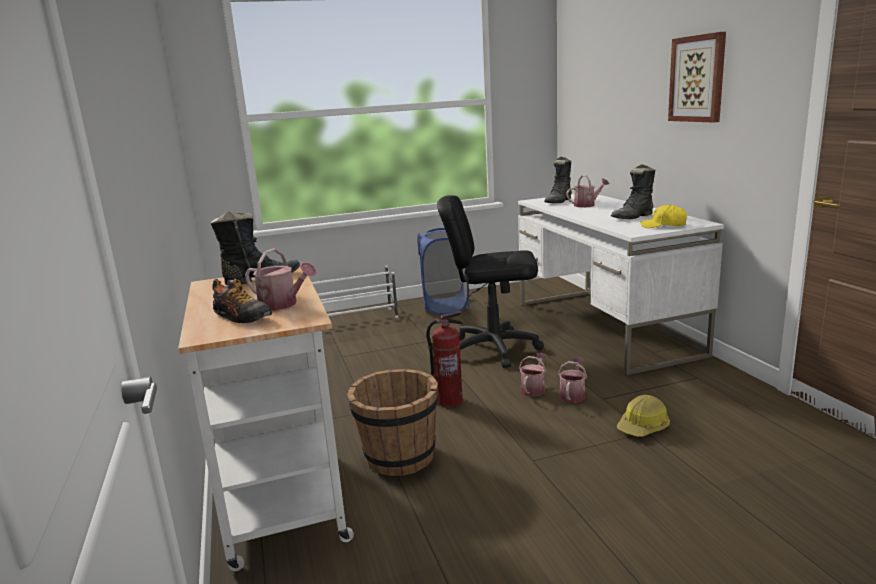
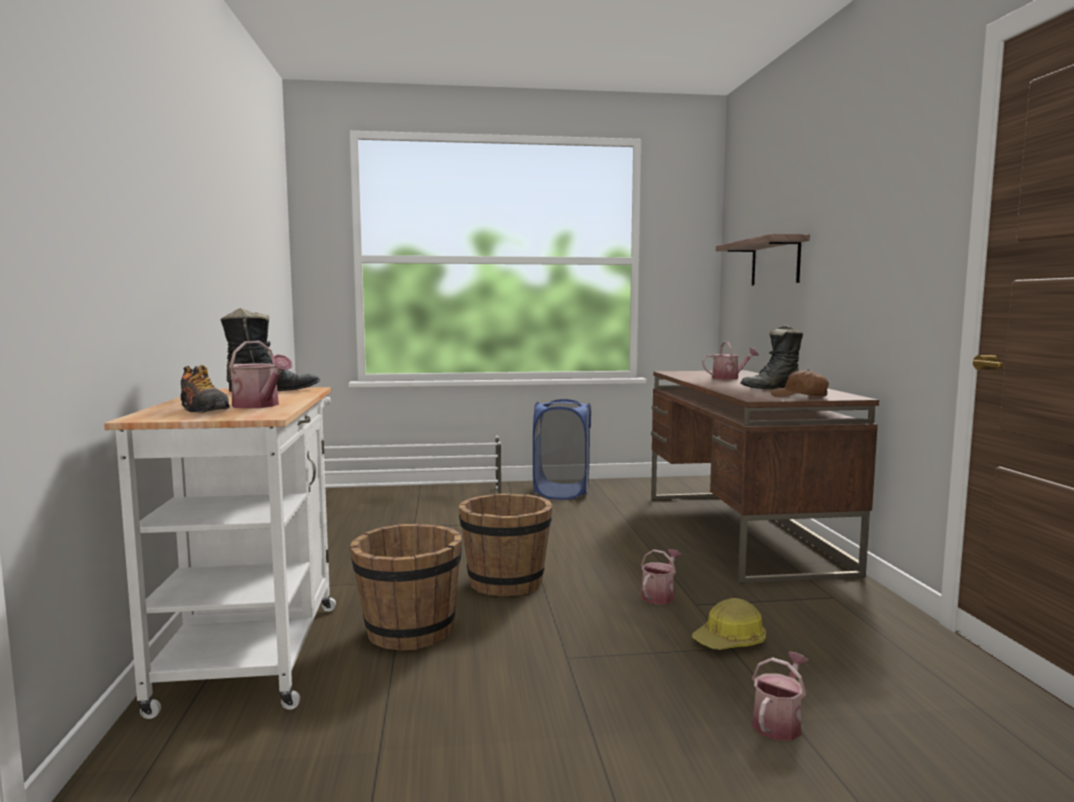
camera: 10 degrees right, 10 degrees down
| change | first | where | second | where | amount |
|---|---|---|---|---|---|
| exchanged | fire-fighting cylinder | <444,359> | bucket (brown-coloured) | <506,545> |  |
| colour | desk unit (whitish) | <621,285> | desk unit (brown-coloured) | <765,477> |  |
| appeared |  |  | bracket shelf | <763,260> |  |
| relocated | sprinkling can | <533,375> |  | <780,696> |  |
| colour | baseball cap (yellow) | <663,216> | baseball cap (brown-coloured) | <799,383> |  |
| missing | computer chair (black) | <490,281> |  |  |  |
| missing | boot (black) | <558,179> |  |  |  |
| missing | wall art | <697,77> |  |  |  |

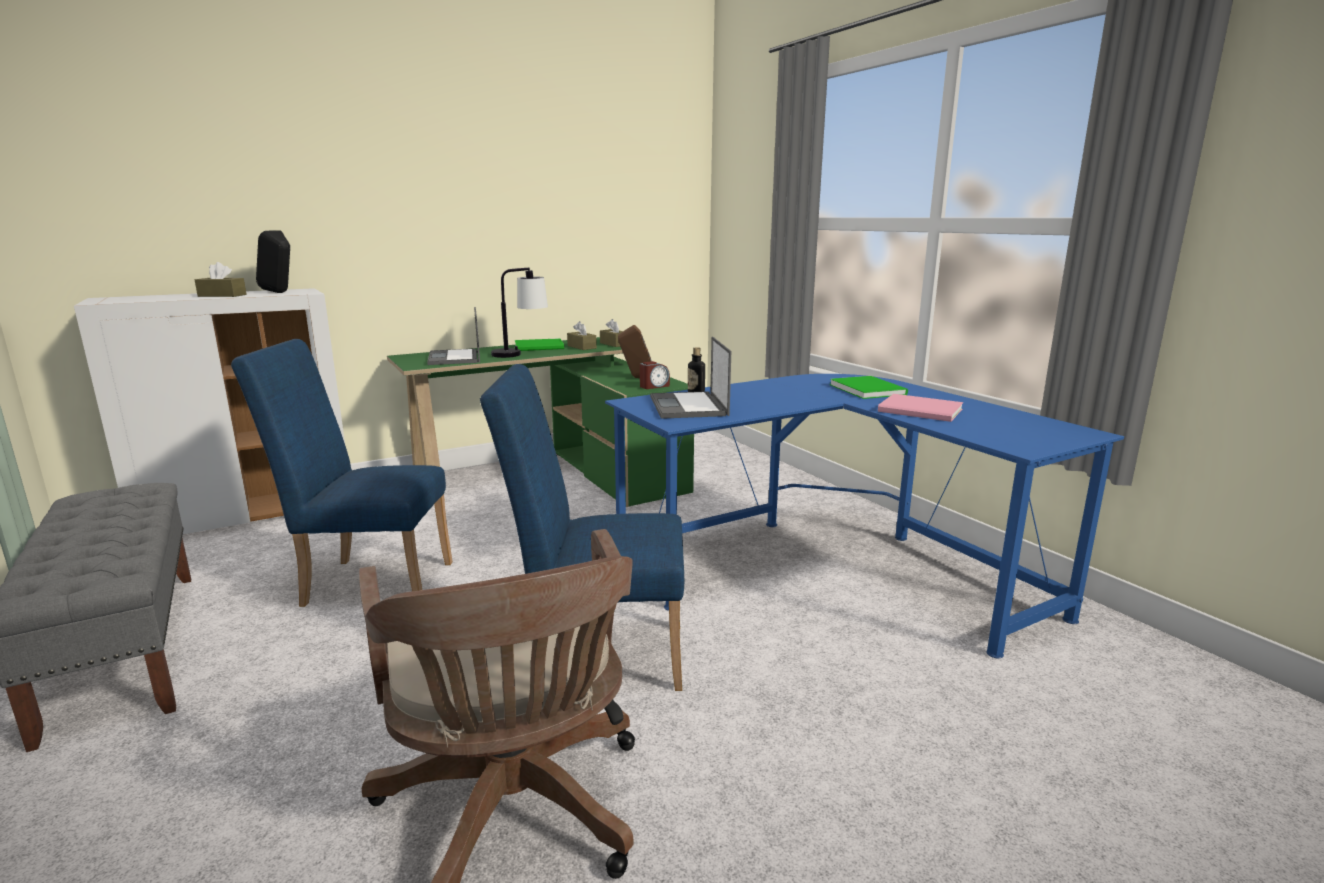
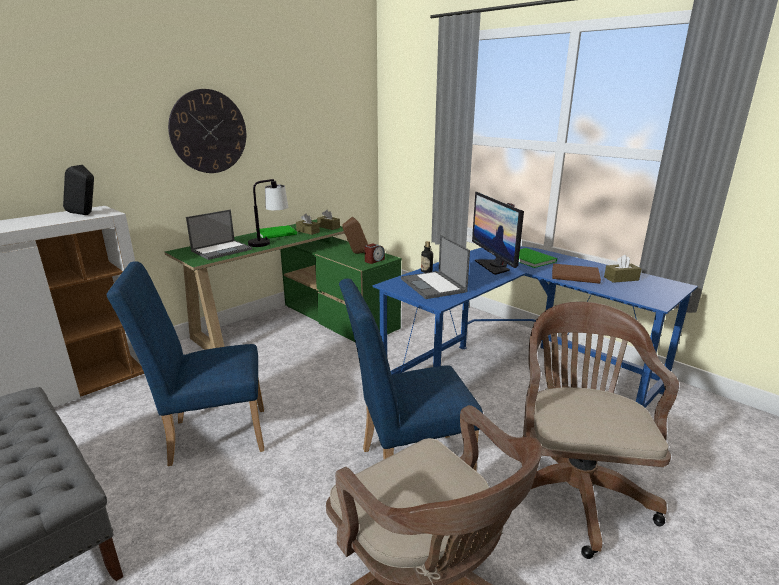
camera: 15 degrees left, 5 degrees up
| change | first | where | second | where | amount |
|---|---|---|---|---|---|
| appeared |  |  | clock on the wall | <207,131> |  |
| spun | portable computer | <453,336> |  | <219,235> | 105 degrees counterclockwise |
| appeared |  |  | computer display | <498,233> |  |
| appeared |  |  | computer chair (brown-coloured) | <601,430> |  |
| colour | volume (pinkish) | <920,408> | volume (brown-coloured) | <576,274> |  |
| relocated | box of tissues (brown-coloured) | <221,279> |  | <622,269> |  |

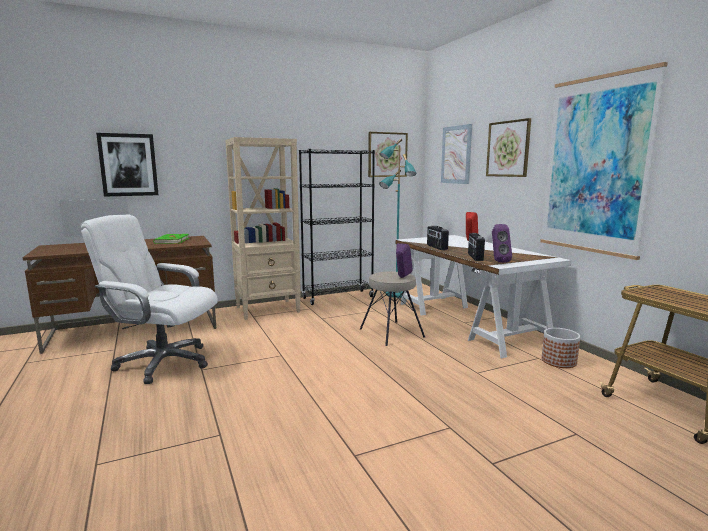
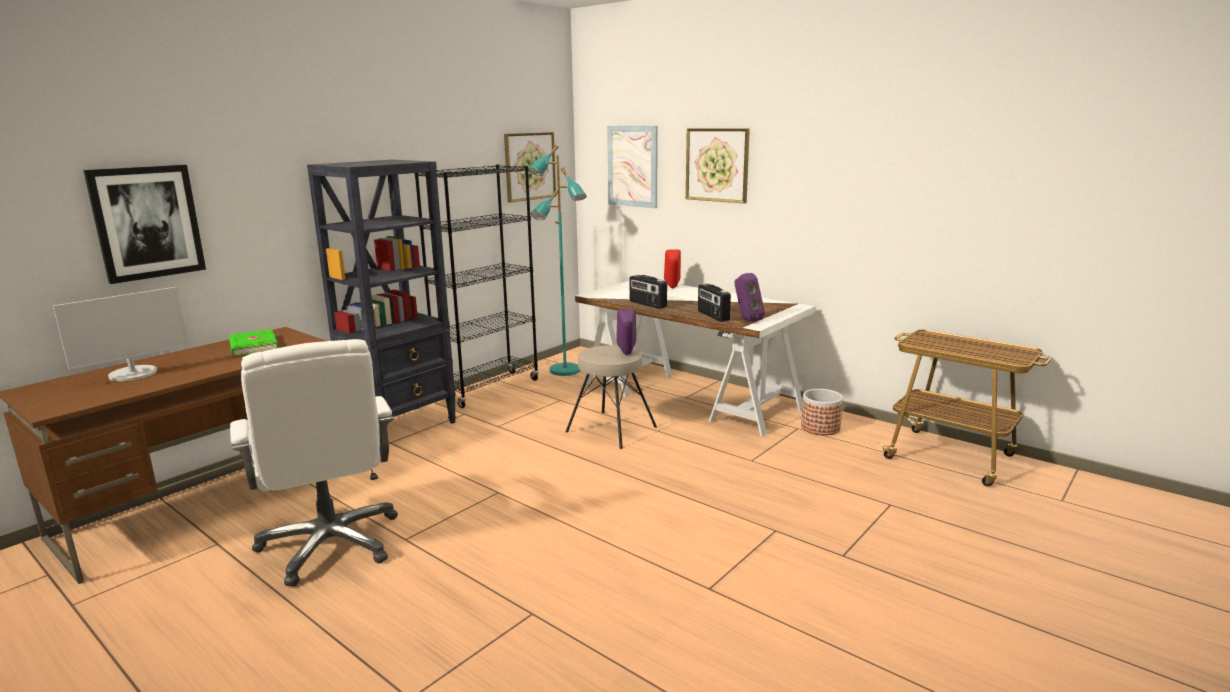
camera: 25 degrees left, 5 degrees up
| change | first | where | second | where | amount |
|---|---|---|---|---|---|
| spun | computer chair (whitish) | <149,299> |  | <314,462> | 105 degrees counterclockwise |
| colour | shelving unit (sand-coloured) | <263,228> | shelving unit (black) | <381,301> |  |
| missing | wall art | <604,161> |  |  |  |

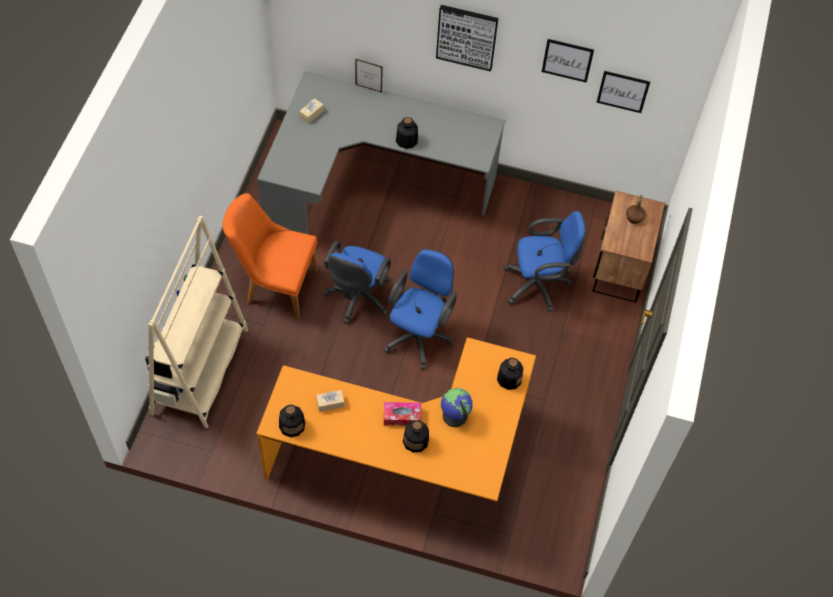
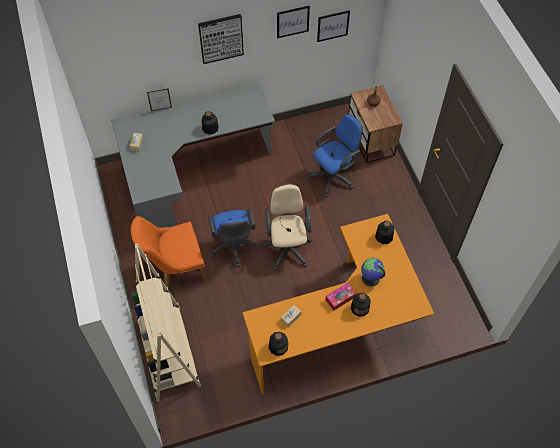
camera: 30 degrees left, 0 degrees up
| change | first | where | second | where | amount |
|---|---|---|---|---|---|
| colour | computer chair (blue) | <420,309> | computer chair (sand-coloured) | <287,227> |  |

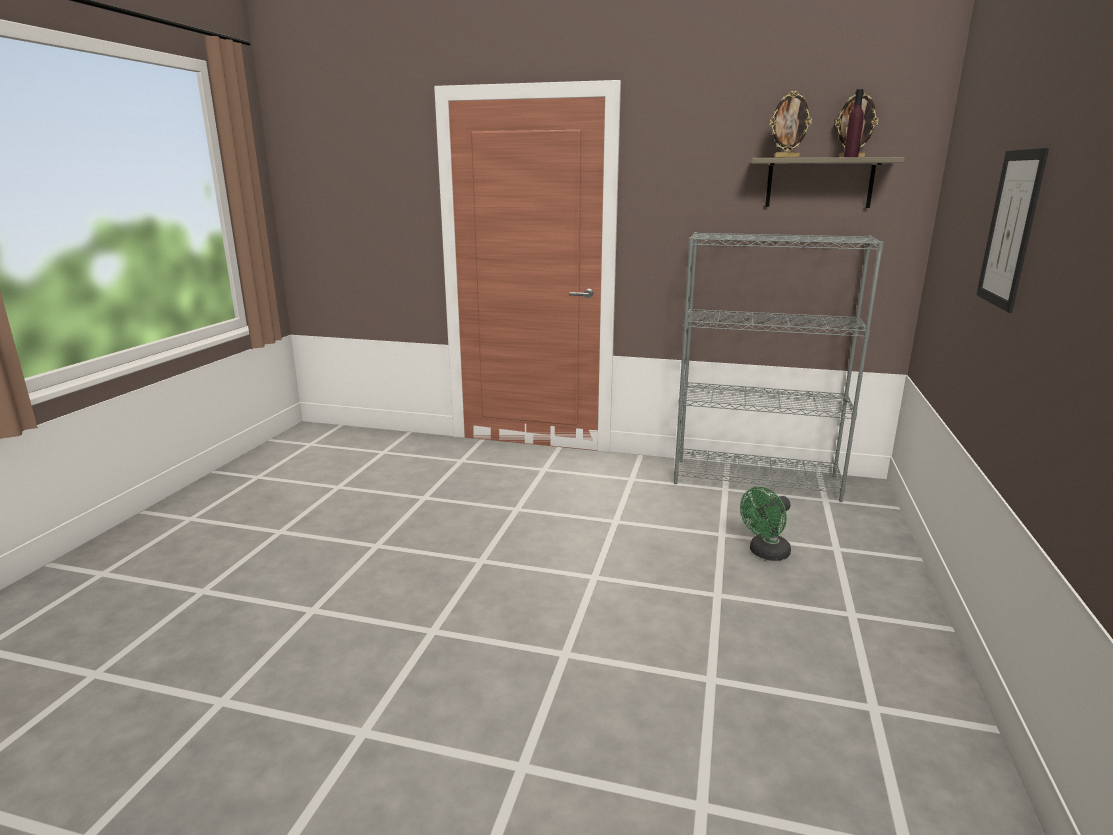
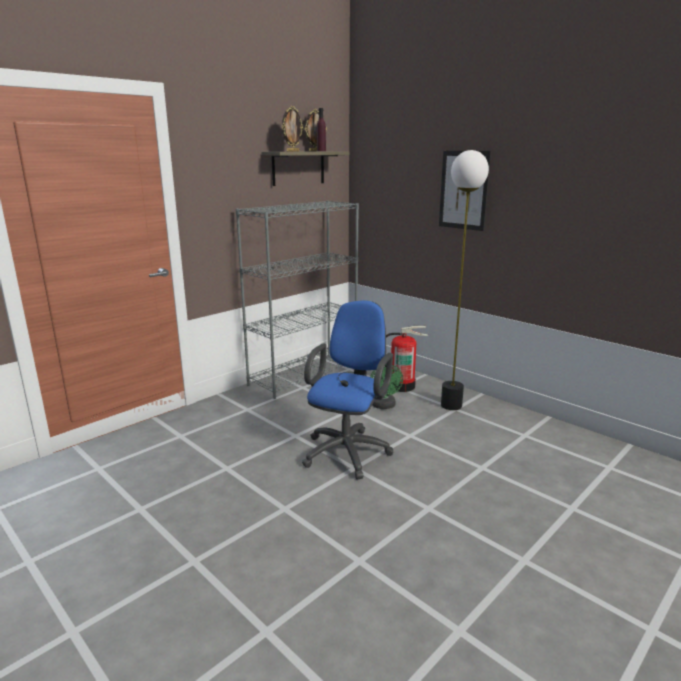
camera: 60 degrees left, 0 degrees up
| change | first | where | second | where | amount |
|---|---|---|---|---|---|
| appeared |  |  | computer chair (blue) | <347,389> |  |
| appeared |  |  | fire-fighting cylinder | <407,358> |  |
| appeared |  |  | standing lamp | <465,280> |  |

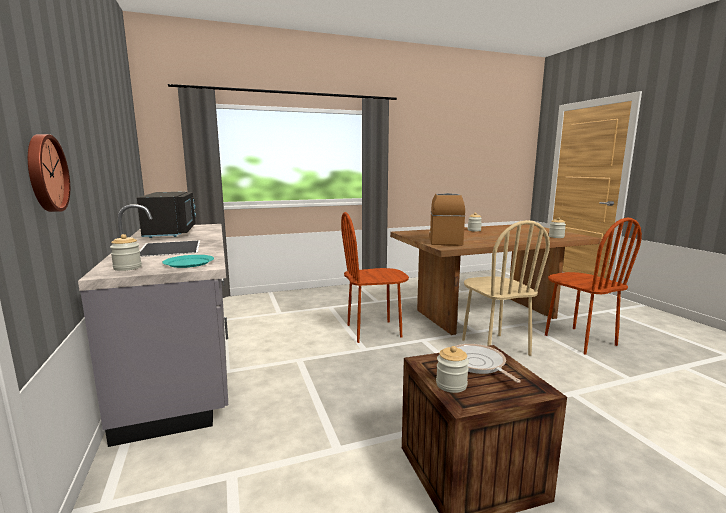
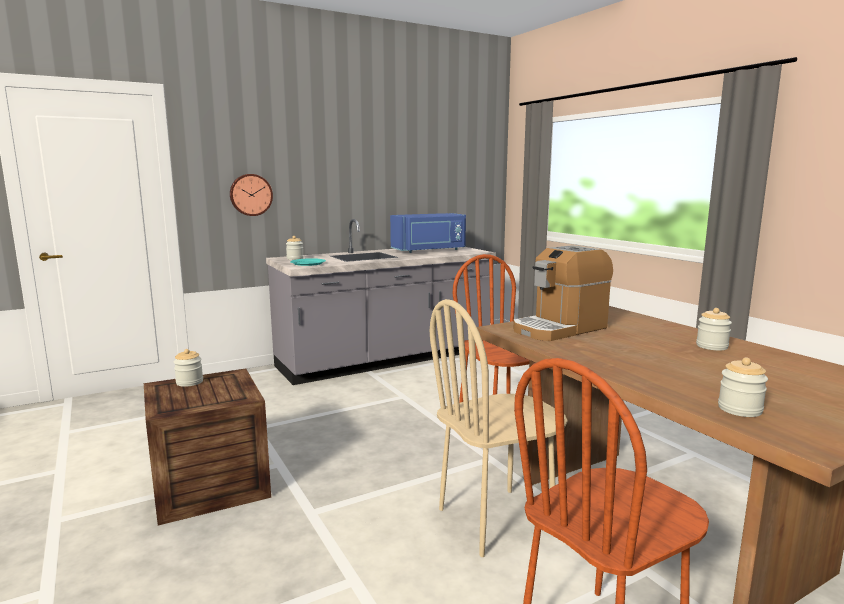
camera: 80 degrees right, 0 degrees up
| change | first | where | second | where | amount |
|---|---|---|---|---|---|
| colour | kitchen microwave (black) | <166,215> | kitchen microwave (blue) | <428,233> |  |
| spun | coffee machine | <447,219> |  | <563,293> | 150 degrees clockwise |
| missing | pan | <488,363> |  |  |  |

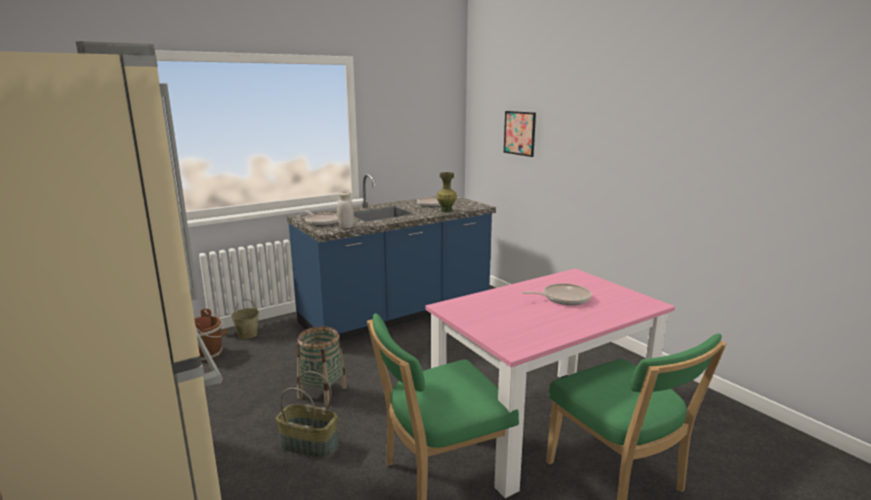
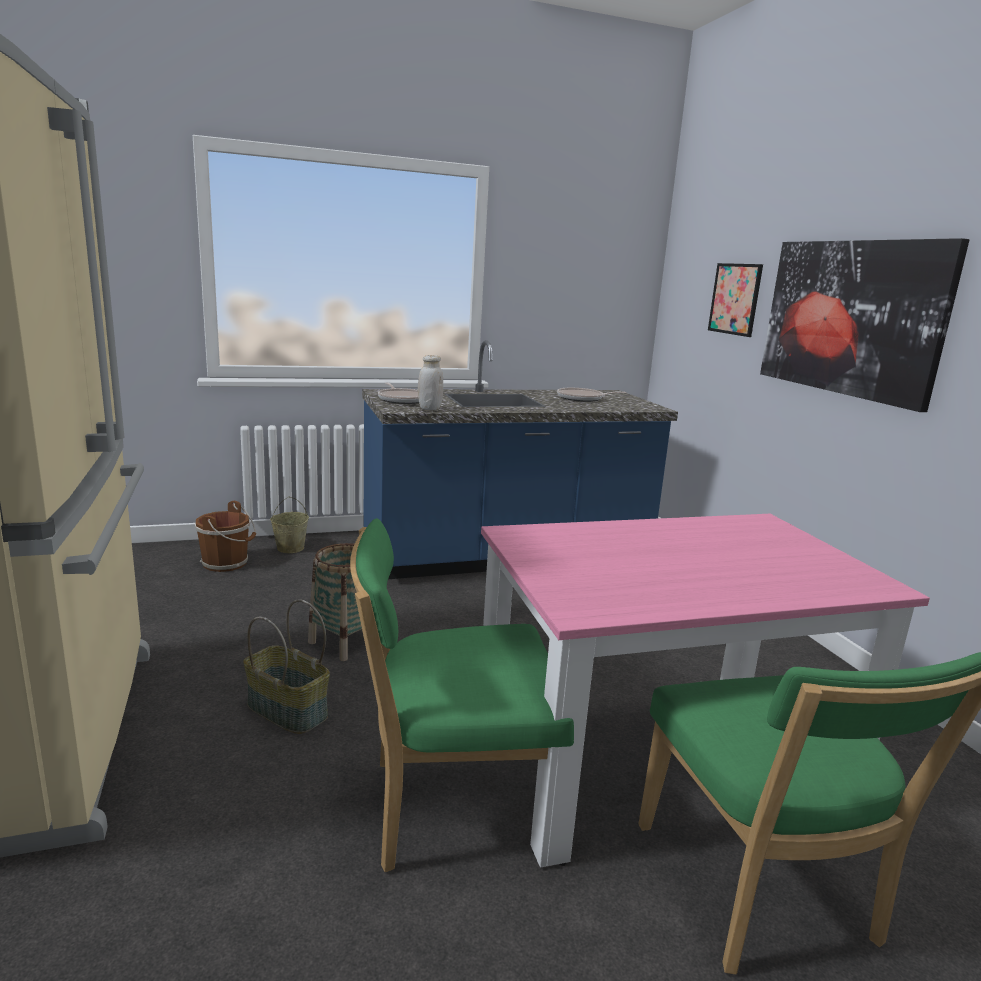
camera: 15 degrees right, 0 degrees up
| change | first | where | second | where | amount |
|---|---|---|---|---|---|
| appeared |  |  | wall art | <865,325> |  |
| missing | vase (greenish) | <447,192> |  |  |  |
| missing | pan | <557,294> |  |  |  |

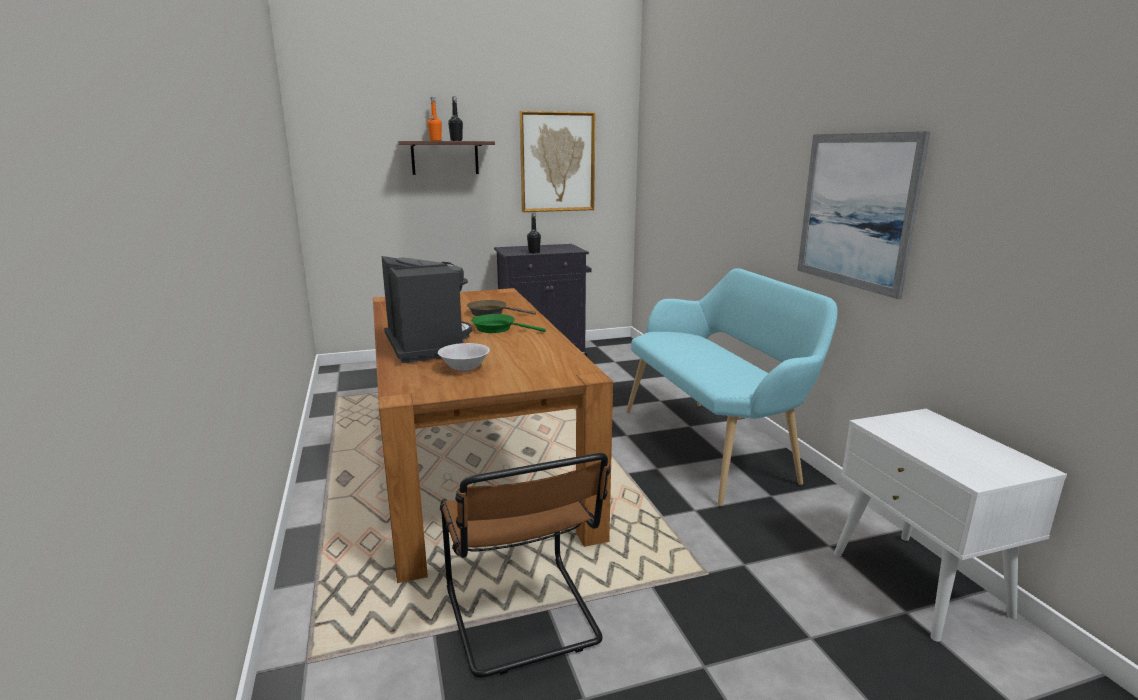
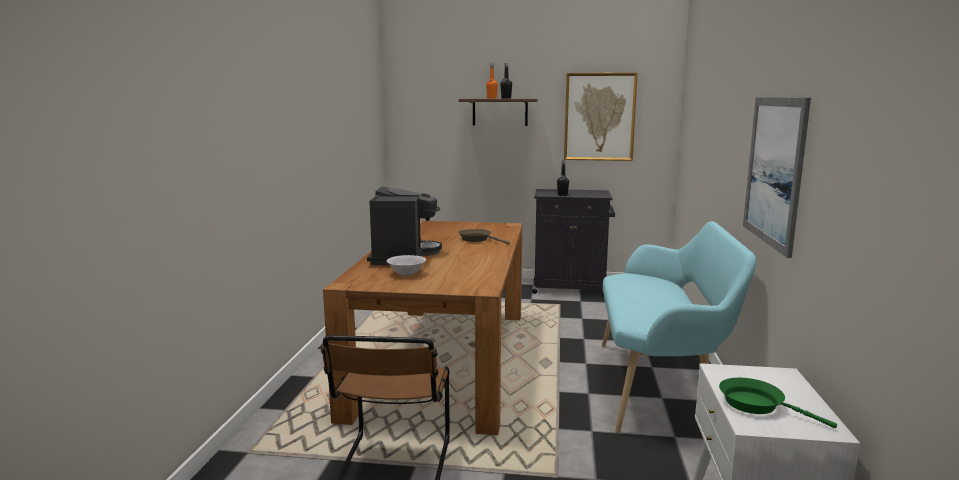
camera: 25 degrees right, 5 degrees down
| change | first | where | second | where | amount |
|---|---|---|---|---|---|
| relocated | pan (greenish) | <508,323> |  | <778,403> |  |

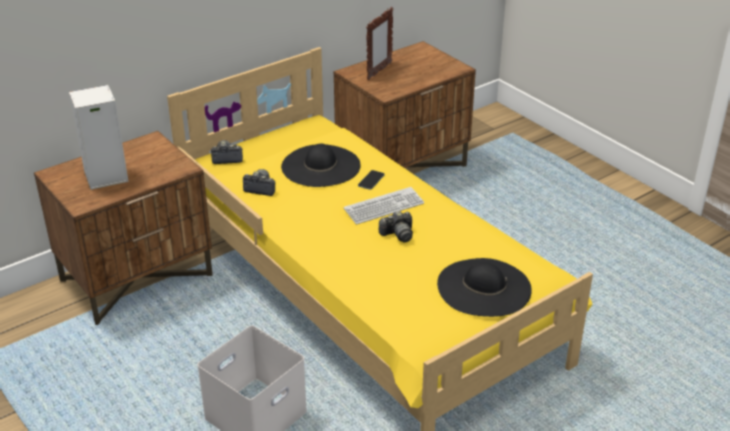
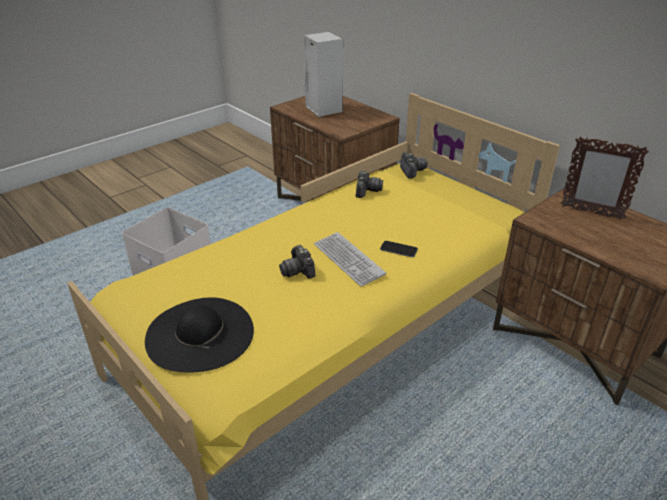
camera: 85 degrees right, 0 degrees up
| change | first | where | second | where | amount |
|---|---|---|---|---|---|
| missing | hat (black) | <321,165> |  |  |  |

